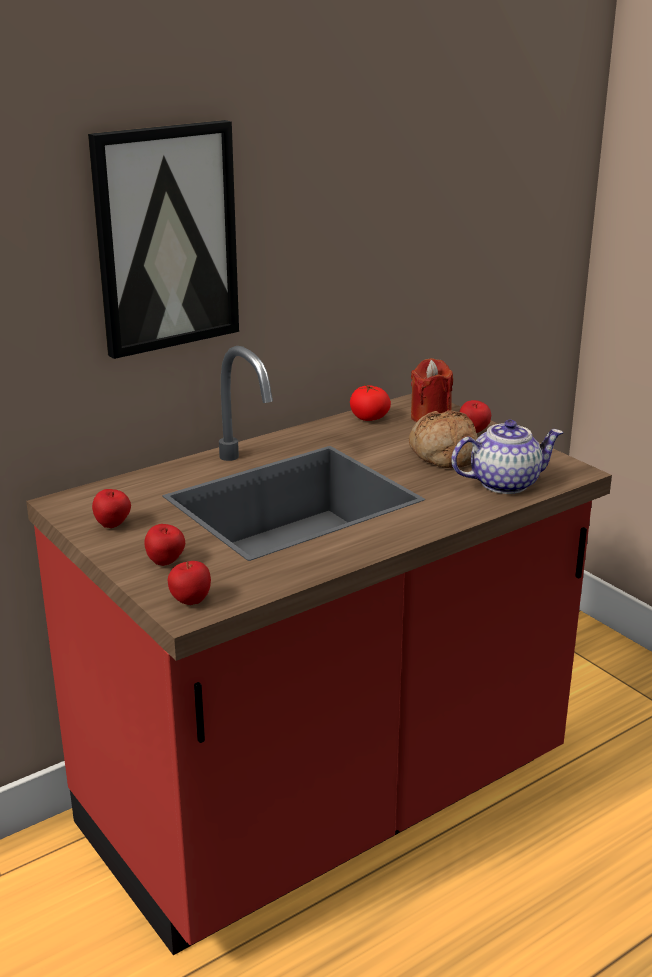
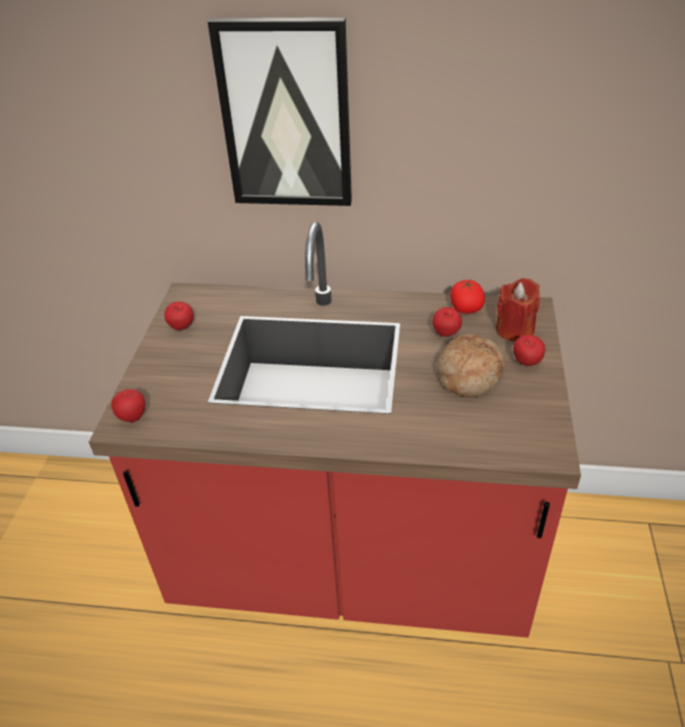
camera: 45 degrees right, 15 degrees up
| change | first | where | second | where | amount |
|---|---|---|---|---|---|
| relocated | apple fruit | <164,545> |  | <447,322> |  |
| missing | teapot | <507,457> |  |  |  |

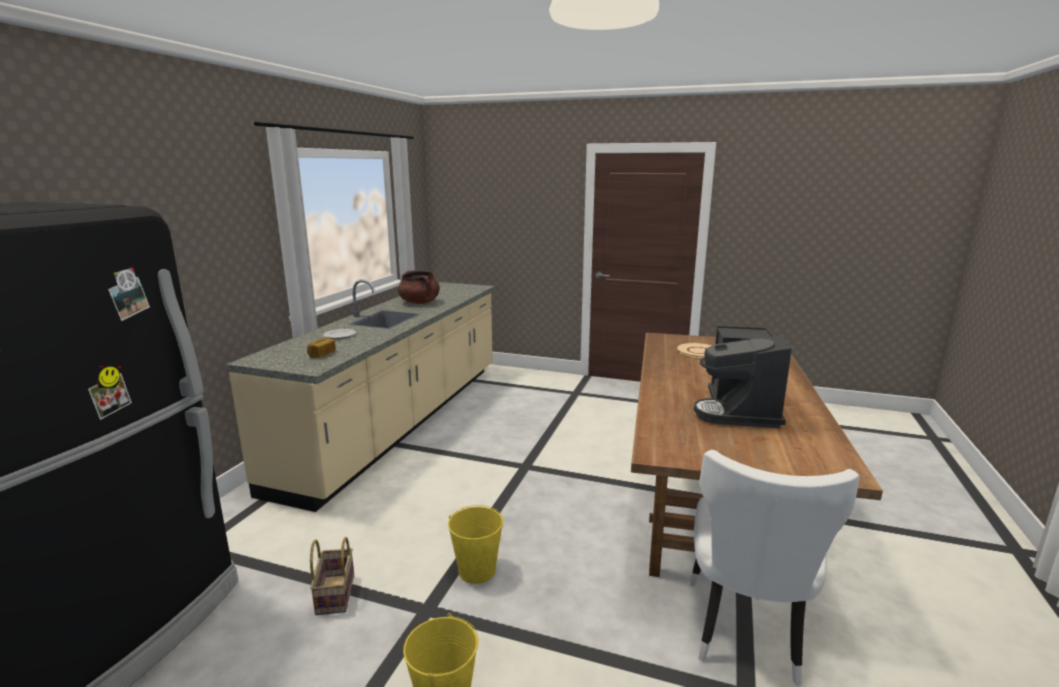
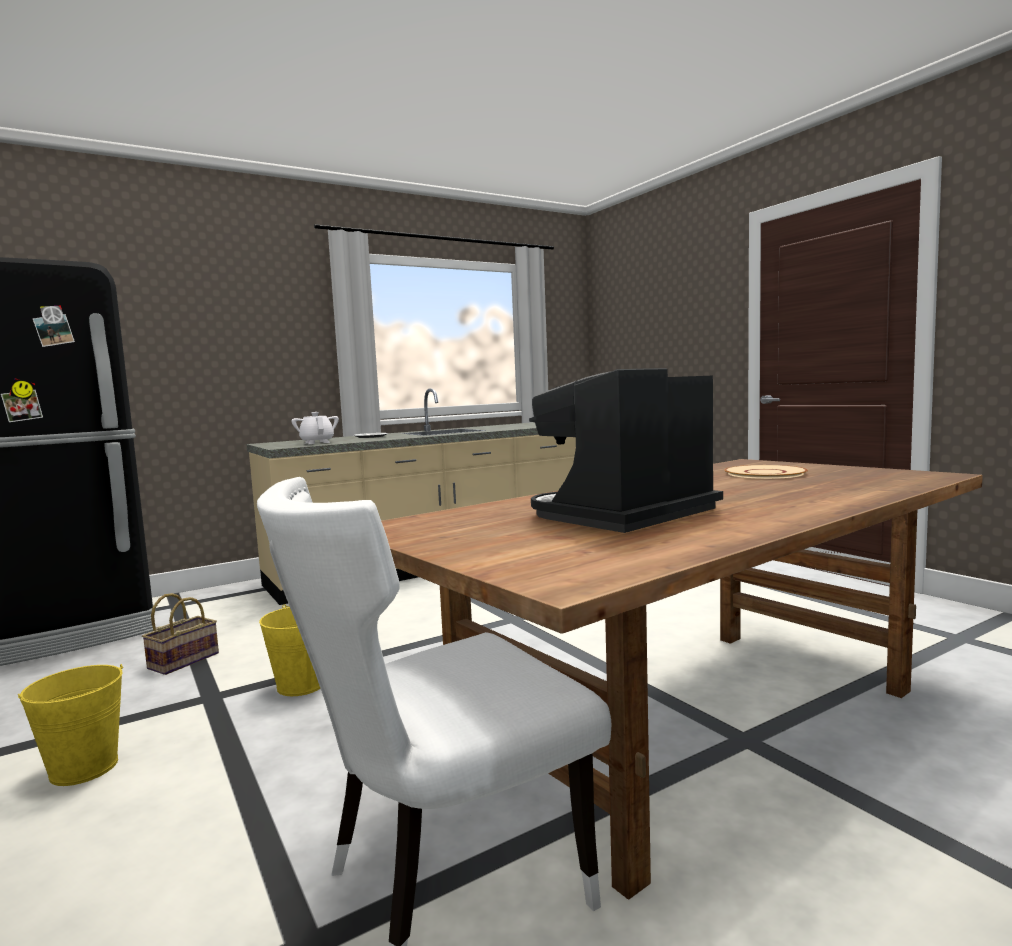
camera: 40 degrees right, 10 degrees down
| change | first | where | second | where | amount |
|---|---|---|---|---|---|
| exchanged | bakery bread | <321,348> | teapot (whitish) | <315,428> |  |
| missing | stockpot (brown-coloured) | <419,287> |  |  |  |

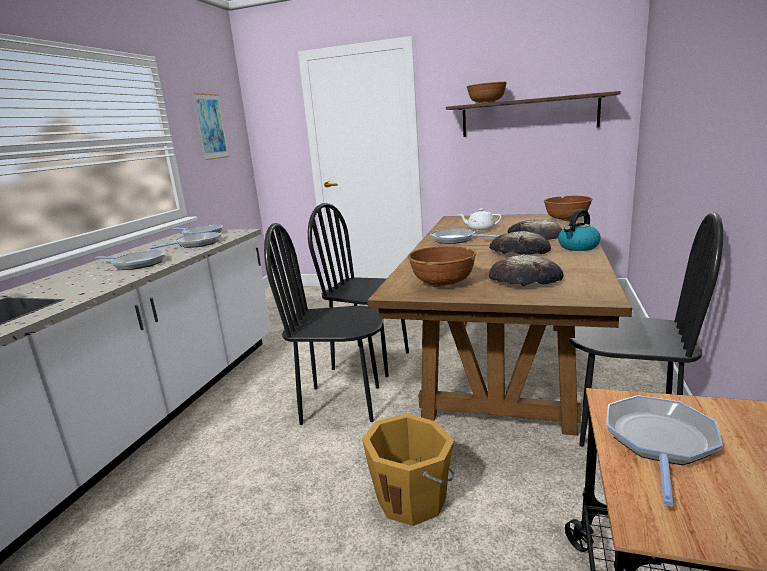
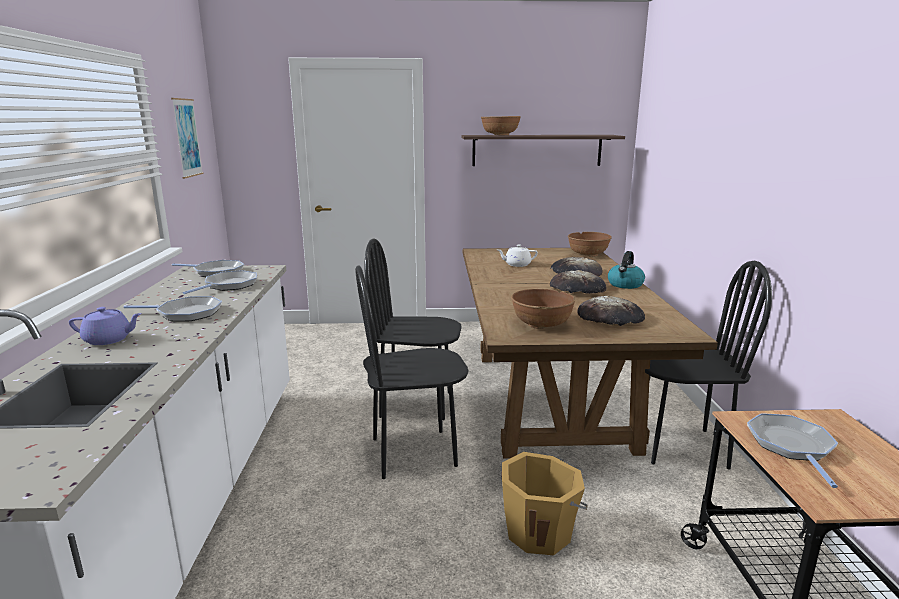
camera: 20 degrees left, 0 degrees up
| change | first | where | second | where | amount |
|---|---|---|---|---|---|
| appeared |  |  | teapot (purple-coloured) | <105,326> |  |
| missing | pan | <464,236> |  |  |  |

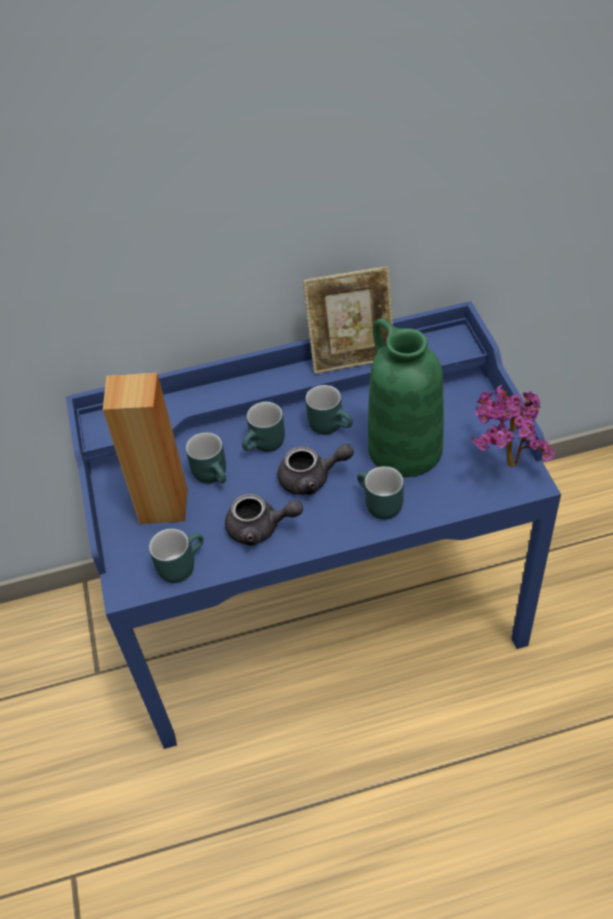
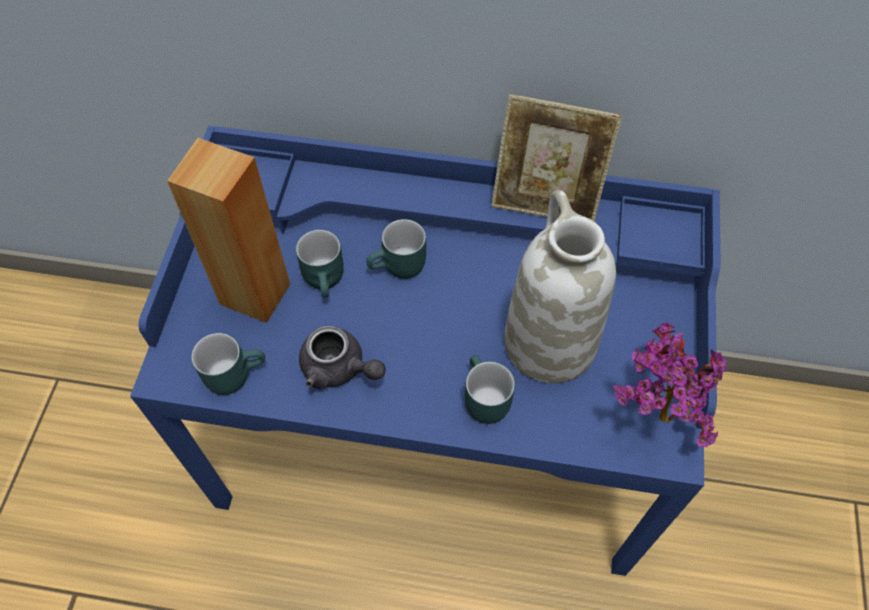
camera: 20 degrees right, 10 degrees up
| change | first | where | second | where | amount |
|---|---|---|---|---|---|
| colour | vase (greenish) | <406,397> | vase (whitish) | <560,286> |  |
| missing | teapot (gray) | <316,469> |  |  |  |
| missing | tea mug (blue-green) | <329,410> |  |  |  |

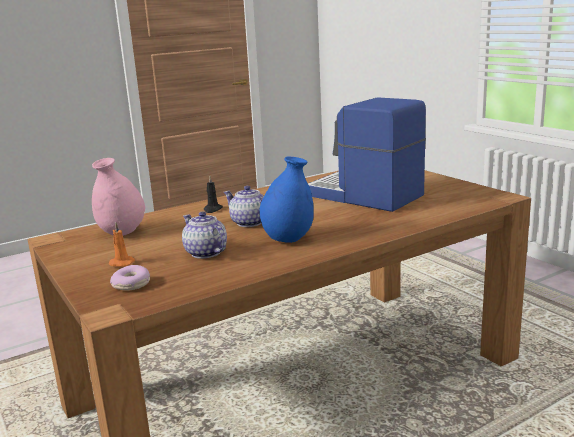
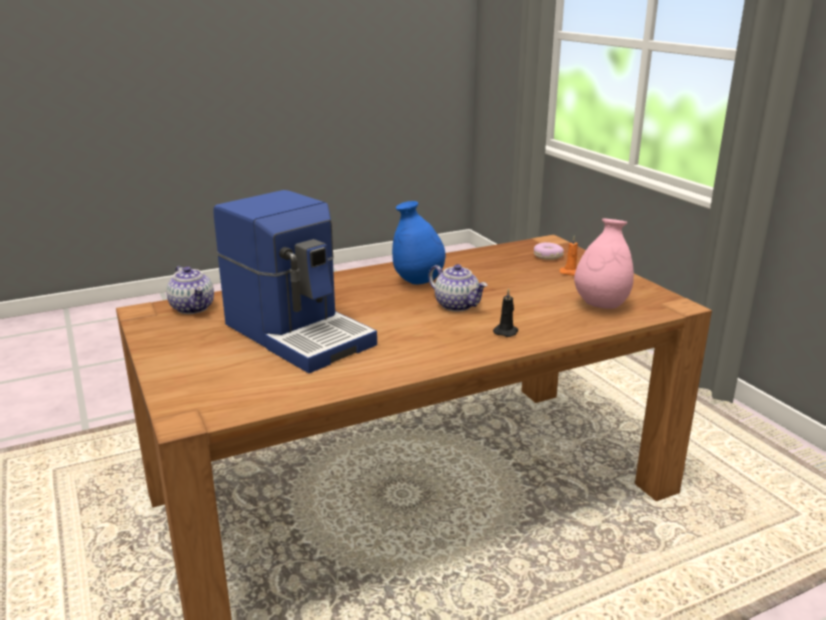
camera: 175 degrees left, 5 degrees up
| change | first | where | second | where | amount |
|---|---|---|---|---|---|
| relocated | teapot | <204,235> |  | <190,290> |  |

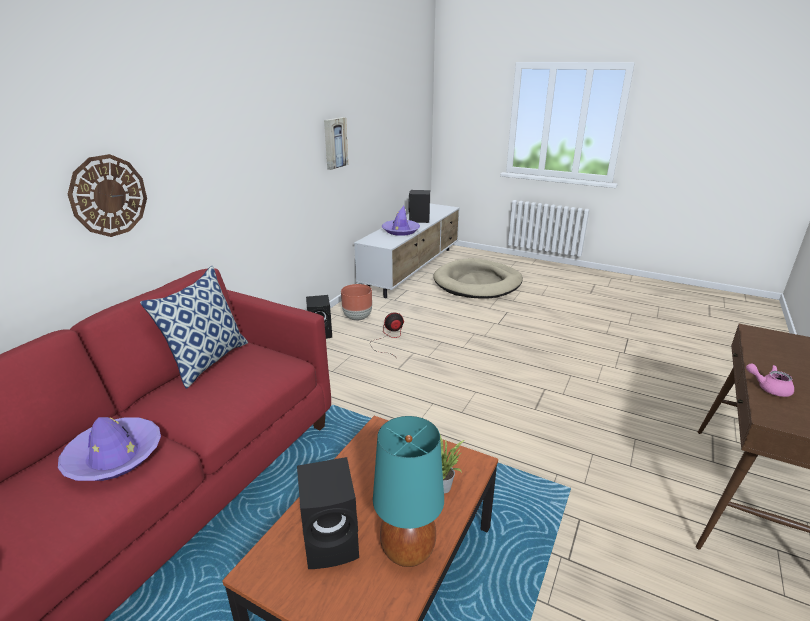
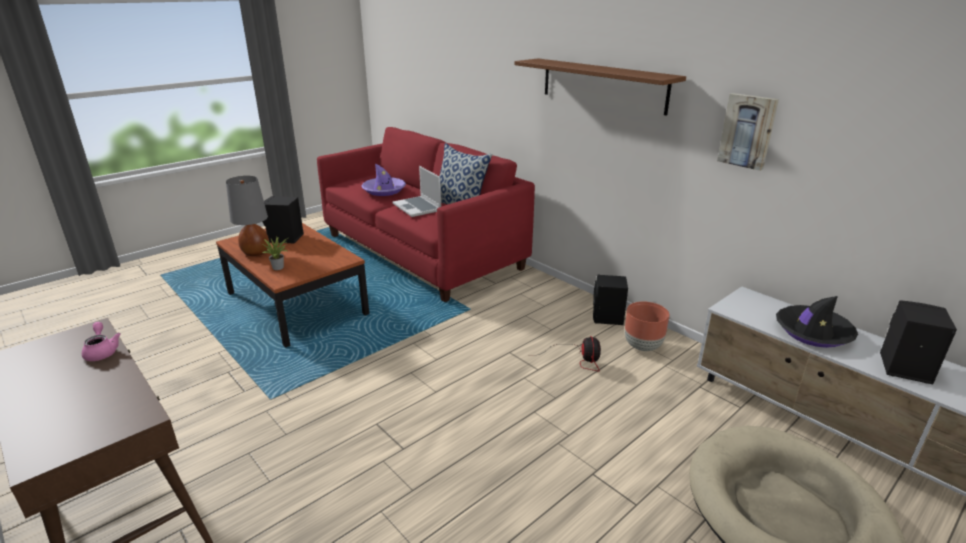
camera: 110 degrees right, 0 degrees up
| change | first | where | second | where | amount |
|---|---|---|---|---|---|
| spun | teapot (pinkish) | <770,380> |  | <101,341> | 75 degrees counterclockwise |
| colour | tabletop lamp (blue-green) | <408,491> | tabletop lamp (gray) | <247,216> |  |
| appeared |  |  | portable computer | <417,191> |  |
| appeared |  |  | bracket shelf (brown-coloured) | <600,87> |  |
| colour | hat (purple-coloured) | <401,221> | hat (black) | <817,322> |  |
| missing | clock on the wall | <107,195> |  |  |  |

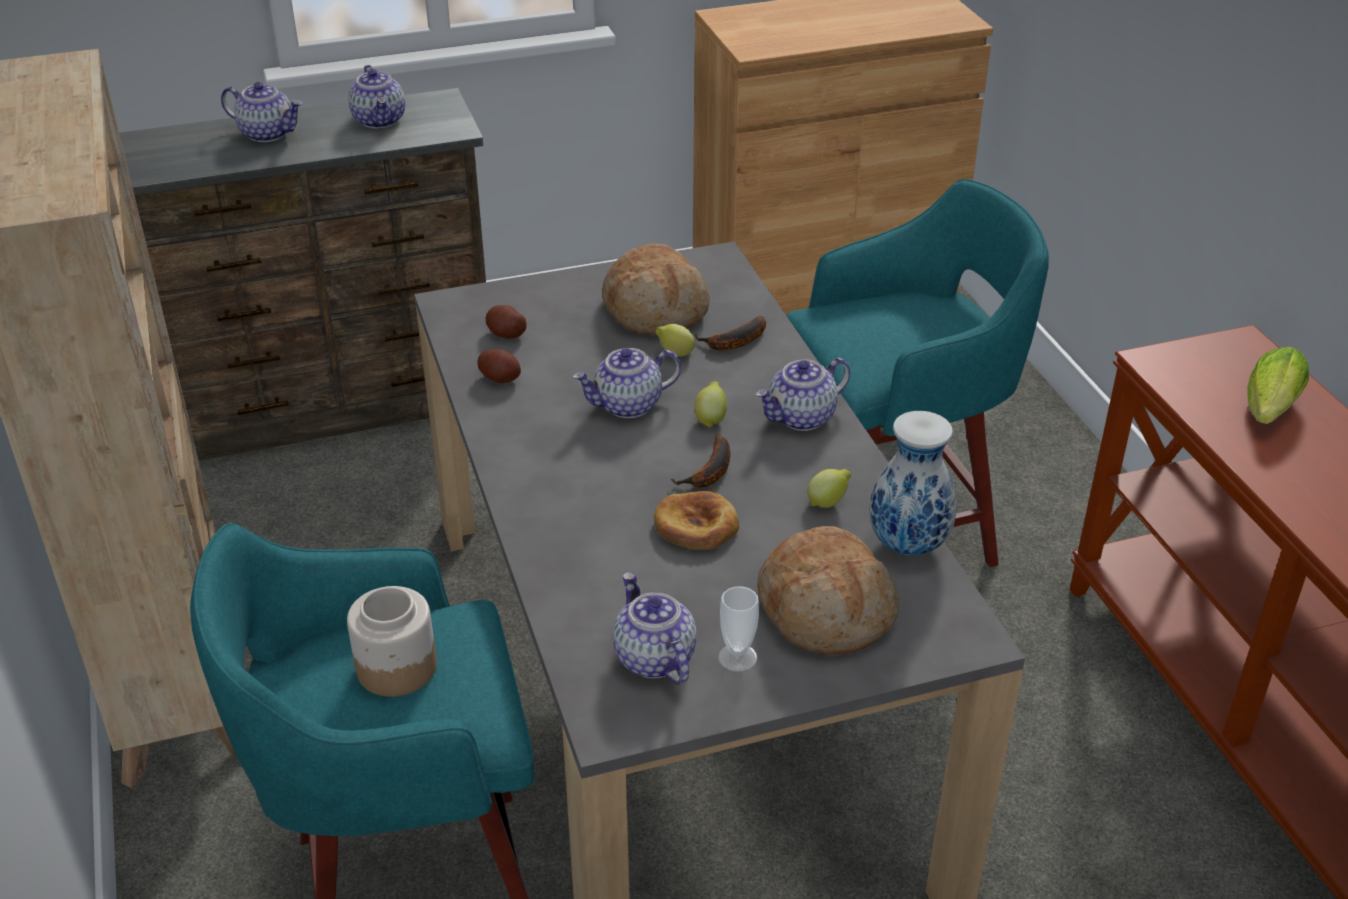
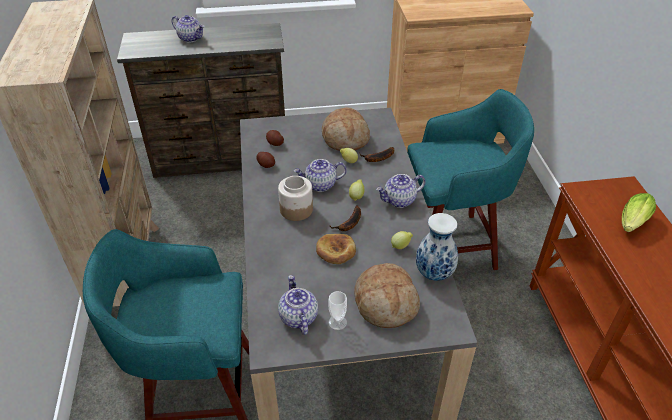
camera: 10 degrees right, 5 degrees up
| change | first | where | second | where | amount |
|---|---|---|---|---|---|
| relocated | preserve jar | <392,641> |  | <295,198> |  |
| missing | teapot | <376,97> |  |  |  |

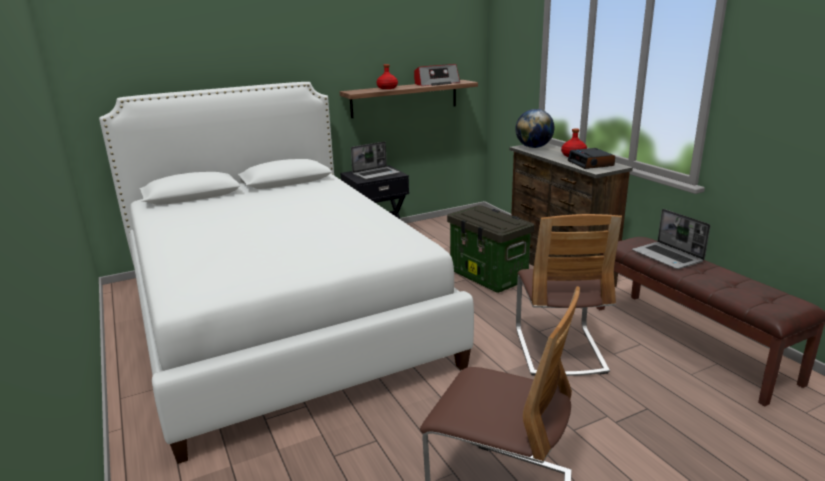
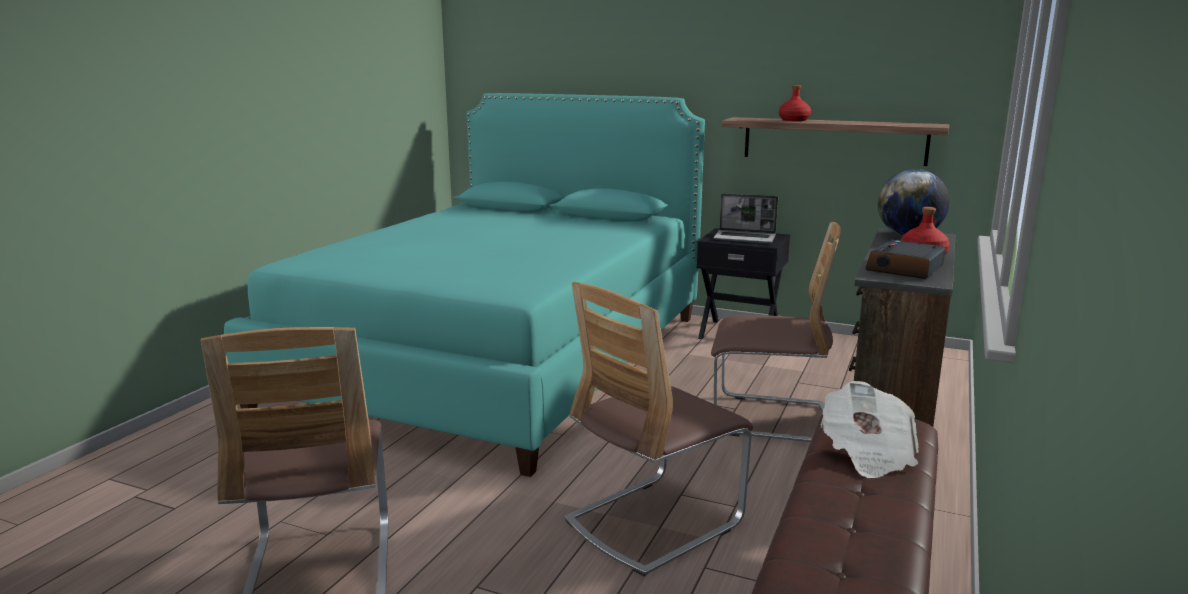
camera: 50 degrees right, 5 degrees down
| change | first | where | second | where | amount |
|---|---|---|---|---|---|
| colour | bedroom bed (whitish) | <286,273> | bedroom bed (blue-green) | <464,285> |  |
| exchanged | storage container | <490,249> | upright chair | <776,332> |  |
| exchanged | portable computer | <671,239> | daily paper | <870,429> |  |
| missing | radio set | <437,75> |  |  |  |

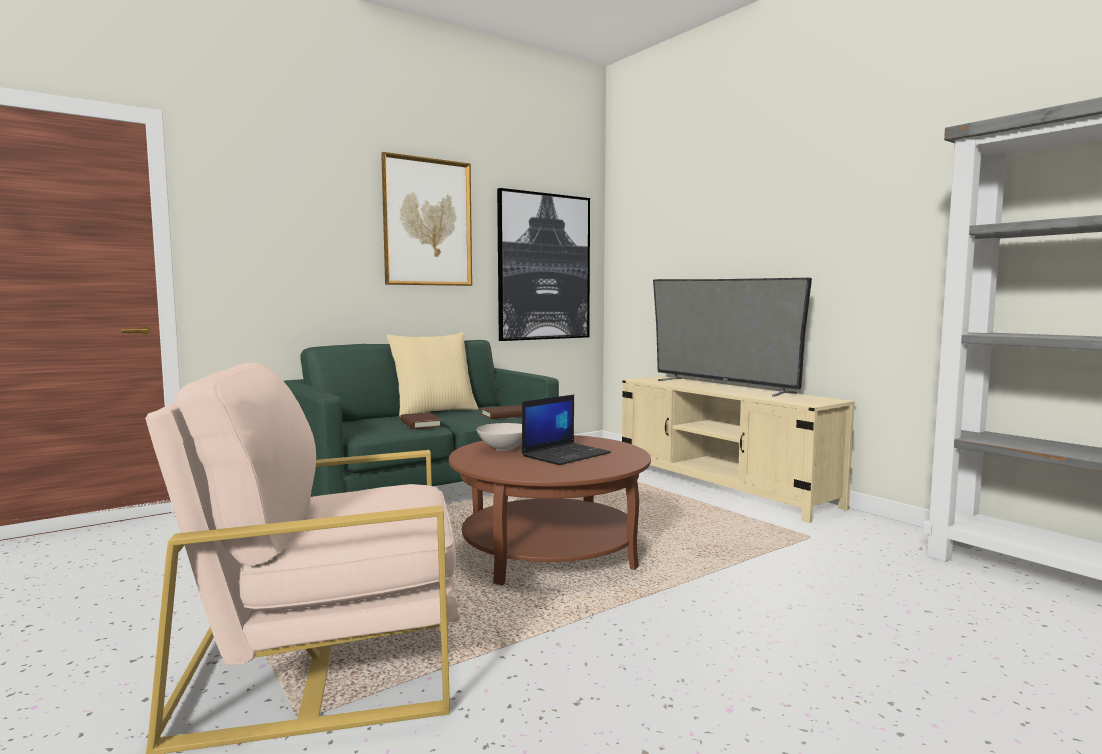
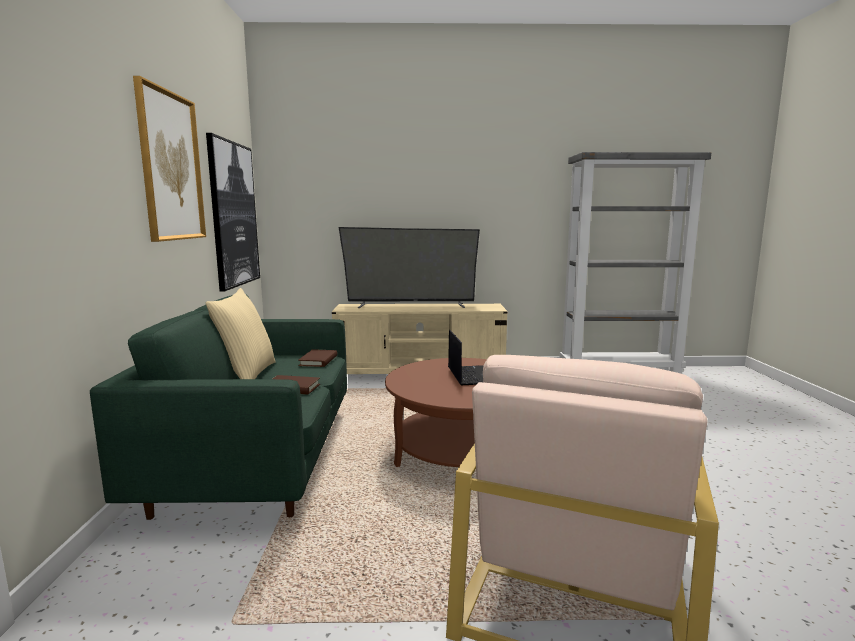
camera: 55 degrees left, 5 degrees up
| change | first | where | second | where | amount |
|---|---|---|---|---|---|
| missing | bowl (whitish) | <499,437> |  |  |  |

